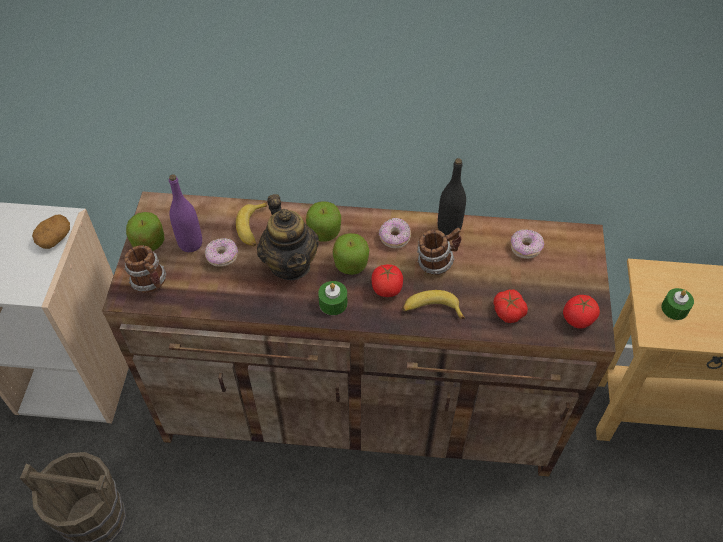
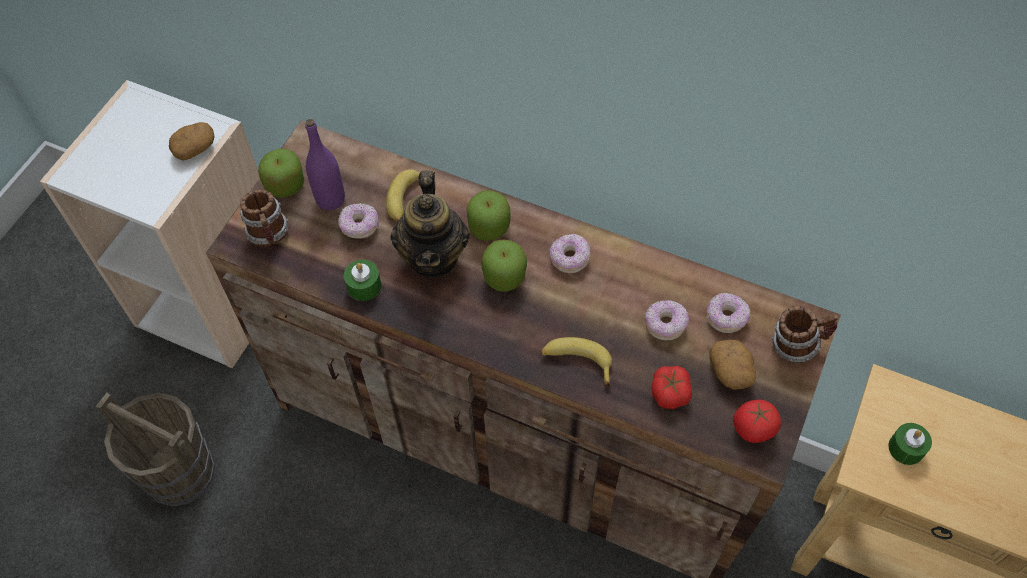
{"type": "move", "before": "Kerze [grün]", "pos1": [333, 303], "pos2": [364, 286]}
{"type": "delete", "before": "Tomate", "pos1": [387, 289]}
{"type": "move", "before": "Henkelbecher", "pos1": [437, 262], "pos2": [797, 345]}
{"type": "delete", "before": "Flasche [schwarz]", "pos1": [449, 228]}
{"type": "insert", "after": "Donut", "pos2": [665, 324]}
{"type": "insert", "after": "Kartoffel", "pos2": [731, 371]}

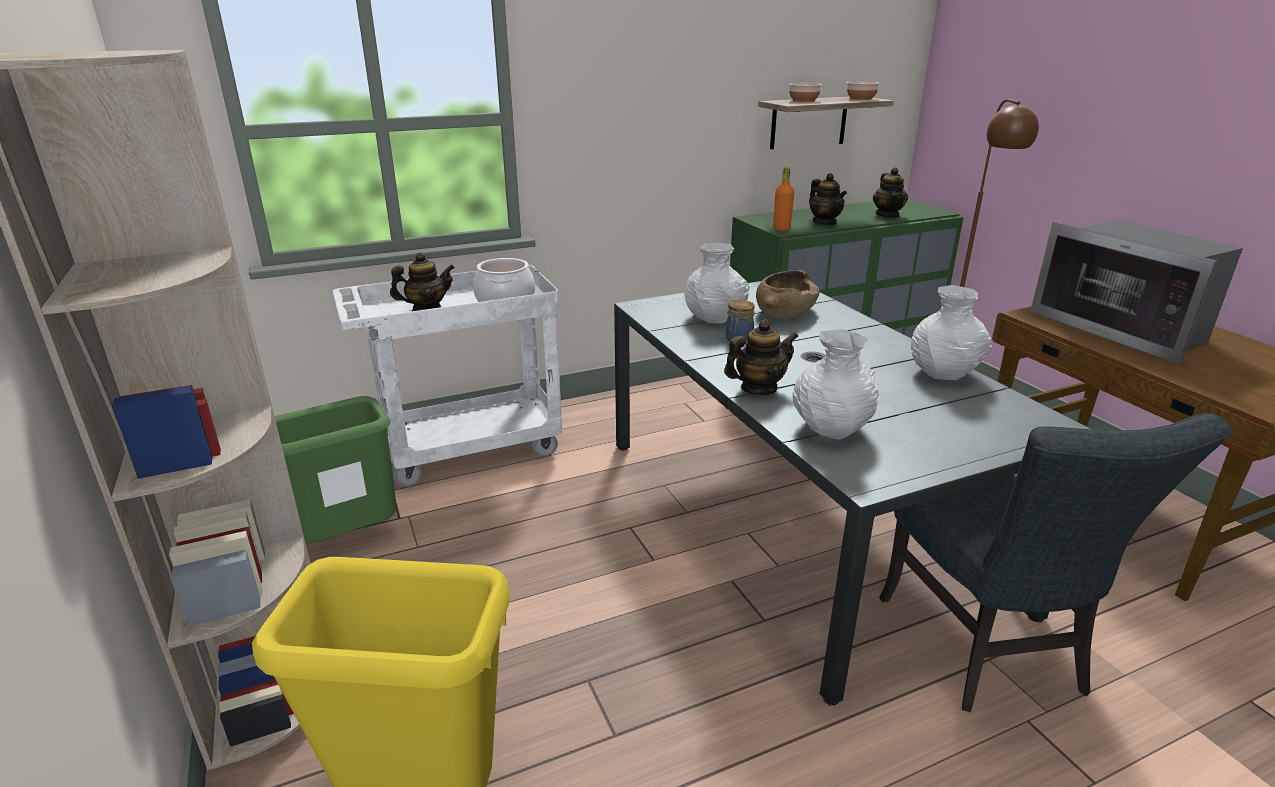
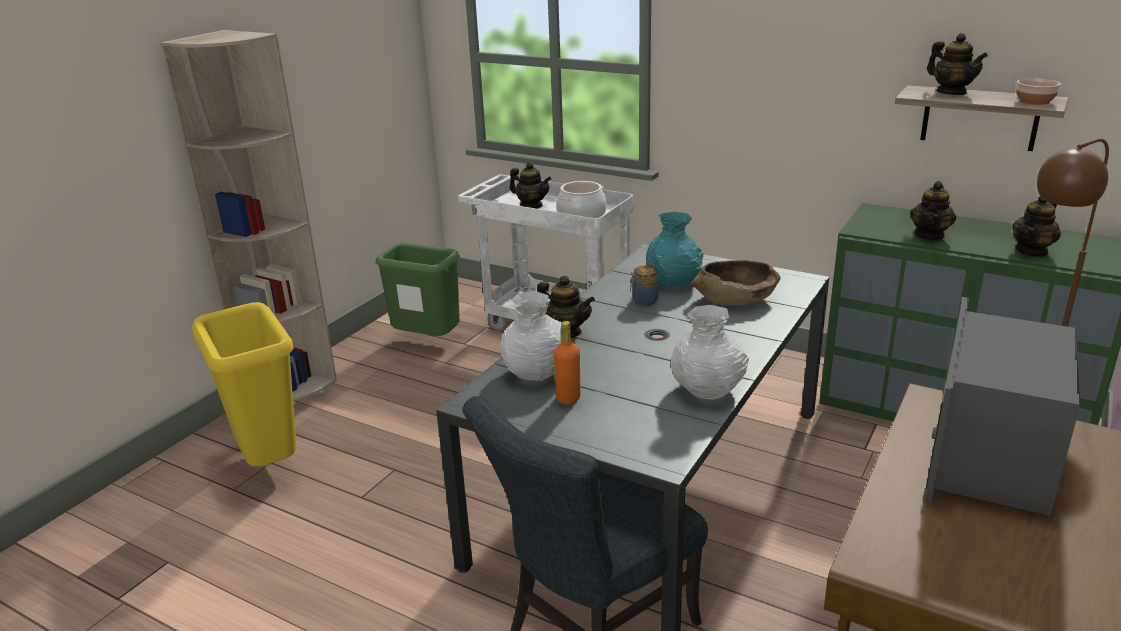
{"type": "recolor", "before": "Vase [weiß]", "after": "Vase [türkis]", "pos1": [716, 318], "pos2": [674, 281]}
{"type": "move", "before": "Flasche [orange]", "pos1": [781, 229], "pos2": [568, 398]}
{"type": "replace", "before": "Schüssel", "after": "Teekanne", "pos1": [803, 100], "pos2": [951, 93]}

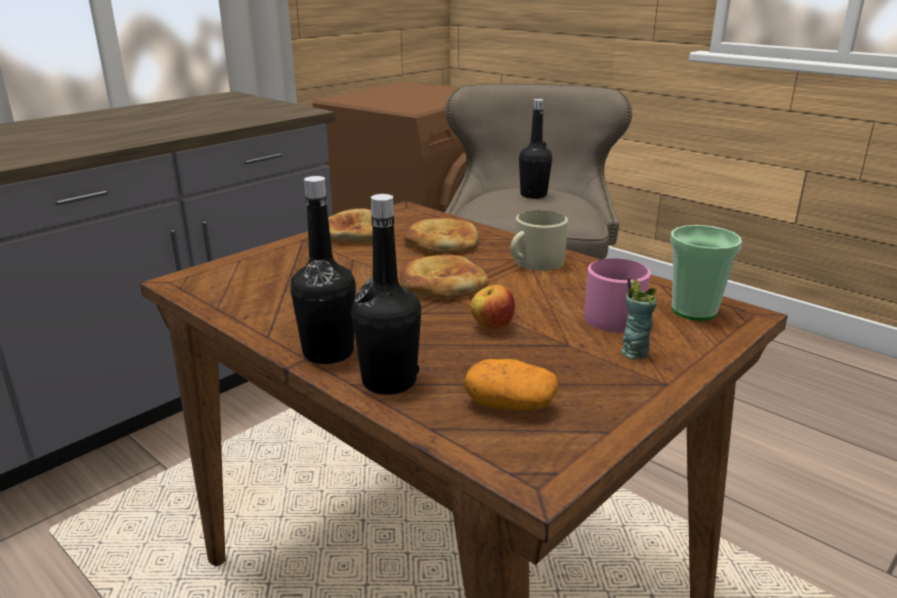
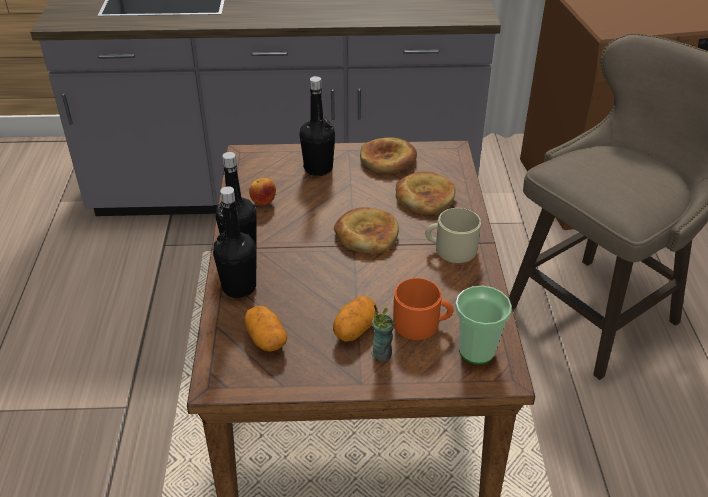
{"type": "move", "before": "Apfel", "pos1": [492, 327], "pos2": [263, 202]}
{"type": "move", "before": "Flasche [schwarz]", "pos1": [533, 195], "pos2": [318, 169]}
{"type": "recolor", "before": "Henkelbecher [rosa]", "after": "Henkelbecher [orange]", "pos1": [618, 316], "pos2": [422, 323]}
{"type": "insert", "after": "Kartoffel", "pos2": [354, 329]}

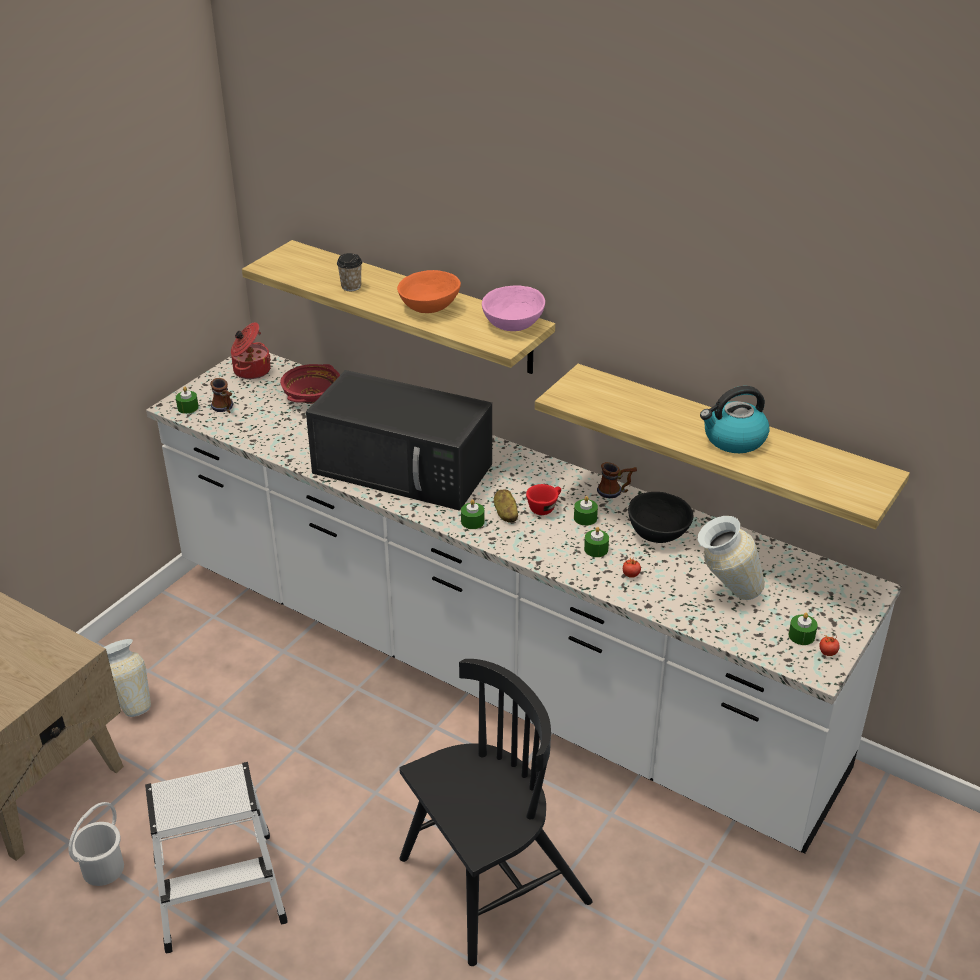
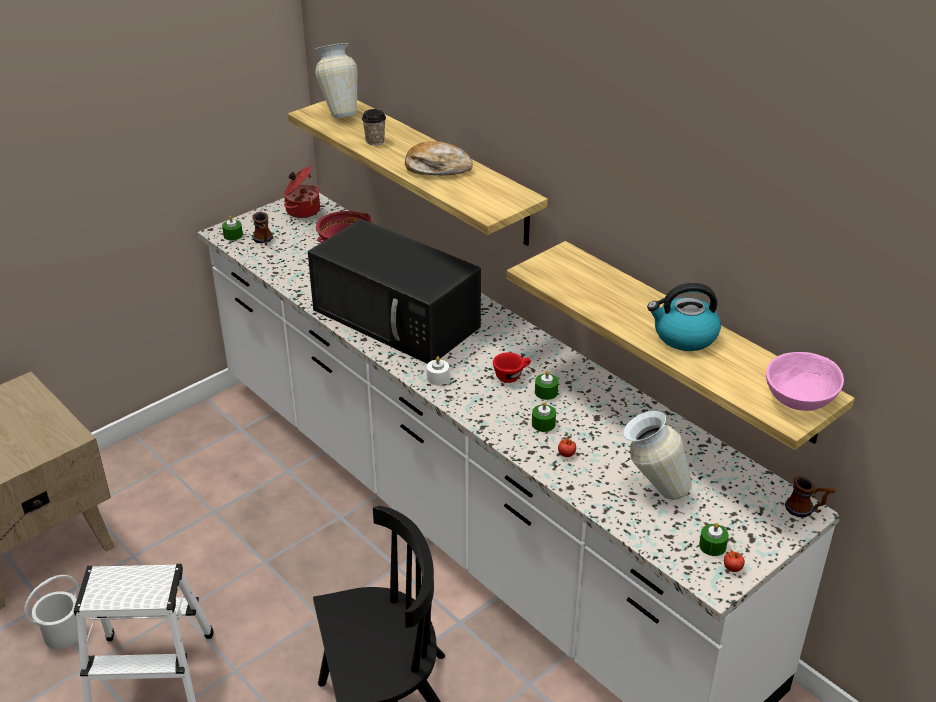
{"type": "move", "before": "Vase", "pos1": [131, 702], "pos2": [340, 112]}
{"type": "replace", "before": "Schüssel [orange]", "after": "Brot", "pos1": [430, 307], "pos2": [437, 168]}
{"type": "recolor", "before": "Kerze [grün]", "after": "Kerze [weiß]", "pos1": [472, 522], "pos2": [438, 378]}
{"type": "move", "before": "Schüssel [rosa]", "pos1": [513, 324], "pos2": [799, 398]}
{"type": "delete", "before": "Kartoffel", "pos1": [505, 514]}
{"type": "move", "before": "Henkelbecher", "pos1": [616, 492], "pos2": [806, 510]}
{"type": "delete", "before": "Schüssel [schwarz]", "pos1": [657, 532]}

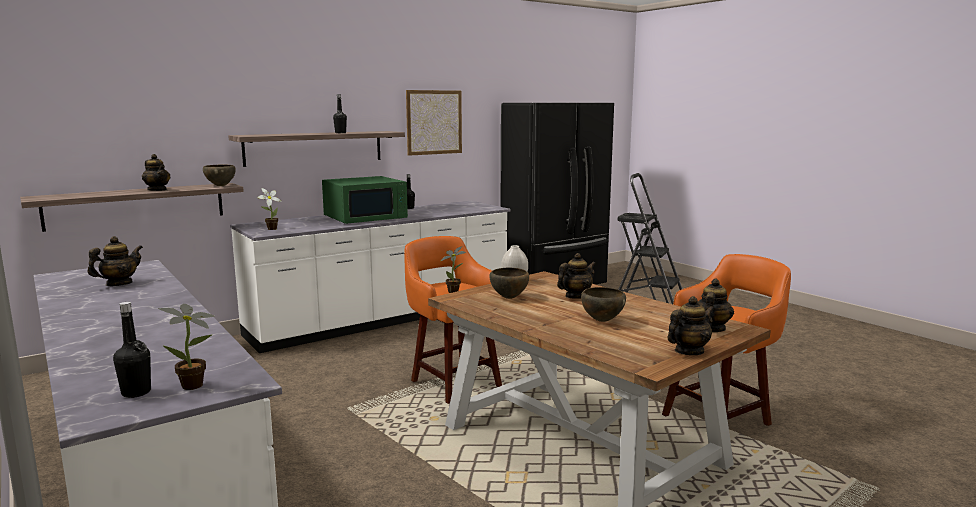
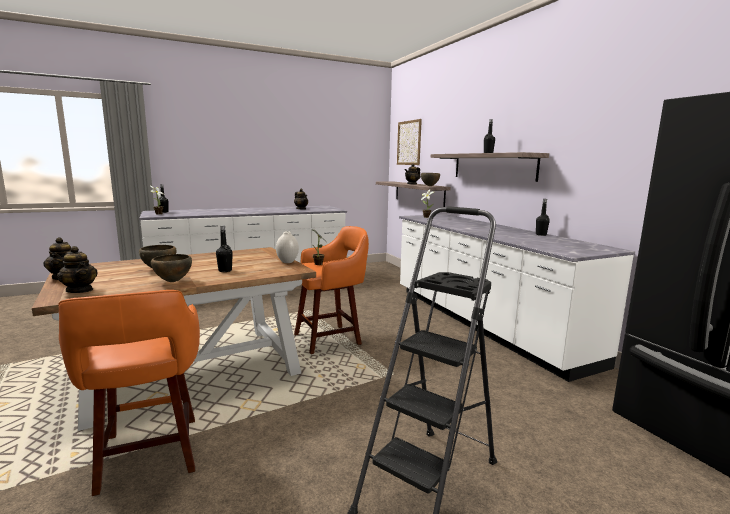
{"type": "delete", "before": "Mikrowelle [grün]", "pos1": [366, 217]}
{"type": "move", "before": "Bild", "pos1": [434, 121], "pos2": [409, 142]}
{"type": "move", "before": "Schüssel [braun]", "pos1": [509, 298], "pos2": [173, 281]}
{"type": "replace", "before": "Teekanne", "after": "Flasche [schwarz]", "pos1": [576, 296], "pos2": [225, 270]}

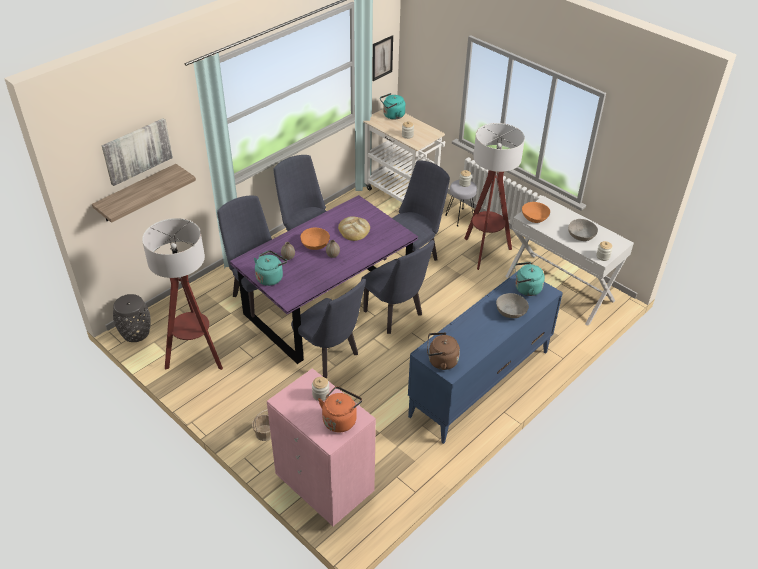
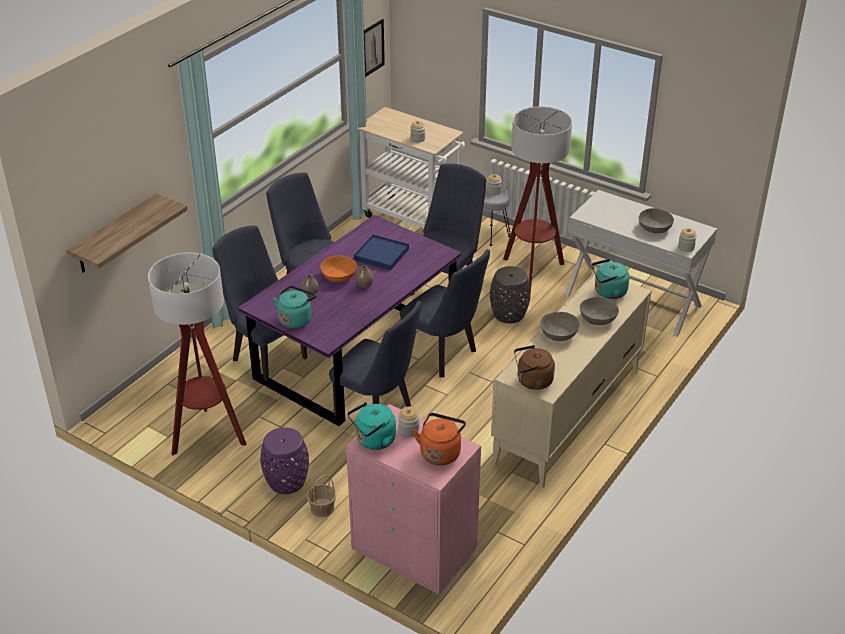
{"type": "delete", "before": "Bild", "pos1": [137, 151]}
{"type": "move", "before": "Hocker [grau]", "pos1": [136, 333], "pos2": [508, 314]}
{"type": "replace", "before": "Brot", "after": "Tablett [blau]", "pos1": [354, 230], "pos2": [381, 254]}
{"type": "move", "before": "Wasserkessel [türkis]", "pos1": [392, 116], "pos2": [373, 441]}
{"type": "recolor", "before": "Kommode [blau]", "after": "Kommode [beige]", "pos1": [480, 384], "pos2": [568, 417]}
{"type": "delete", "before": "Schüssel [orange]", "pos1": [534, 217]}
{"type": "insert", "after": "Hocker [lila]", "pos2": [286, 481]}
{"type": "insert", "after": "Schüssel [grau]", "pos2": [558, 334]}

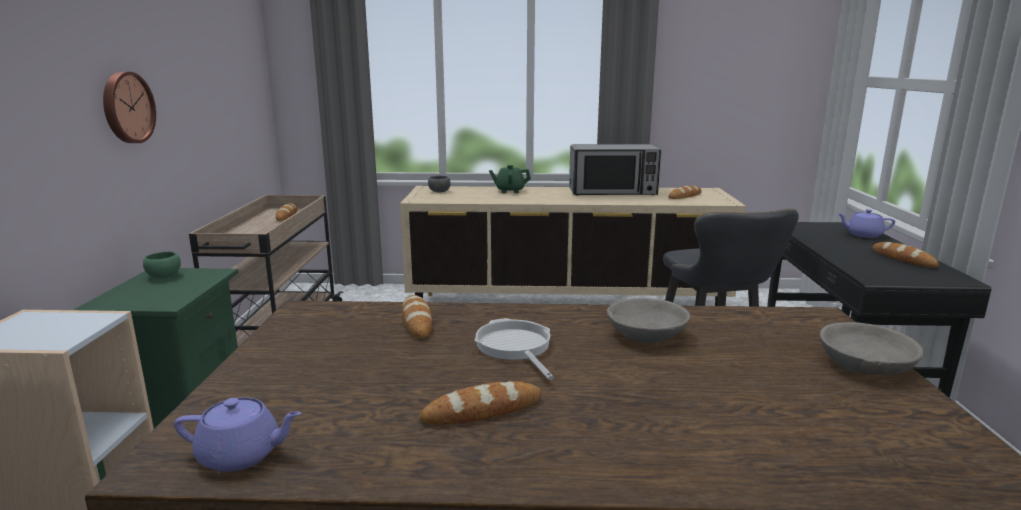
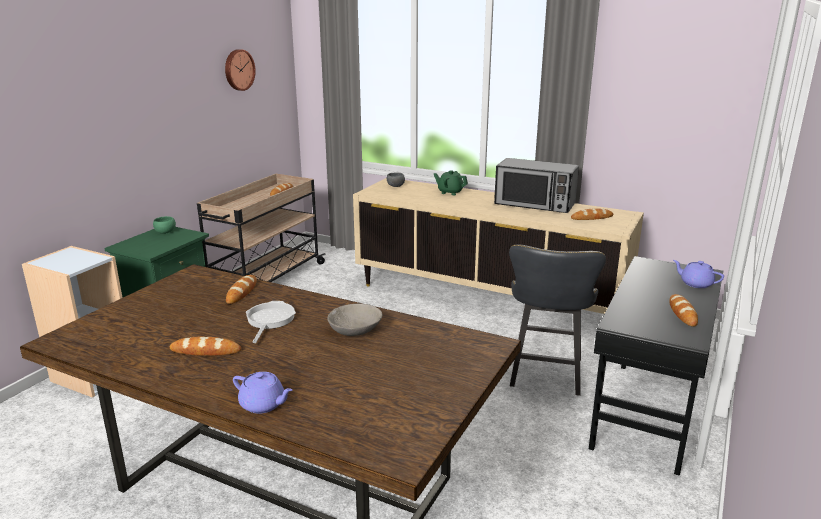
{"type": "move", "before": "Wanduhr", "pos1": [126, 107], "pos2": [238, 70]}
{"type": "move", "before": "Teekanne [lila]", "pos1": [241, 455], "pos2": [263, 405]}
{"type": "delete", "before": "Schüssel [grau]", "pos1": [865, 365]}

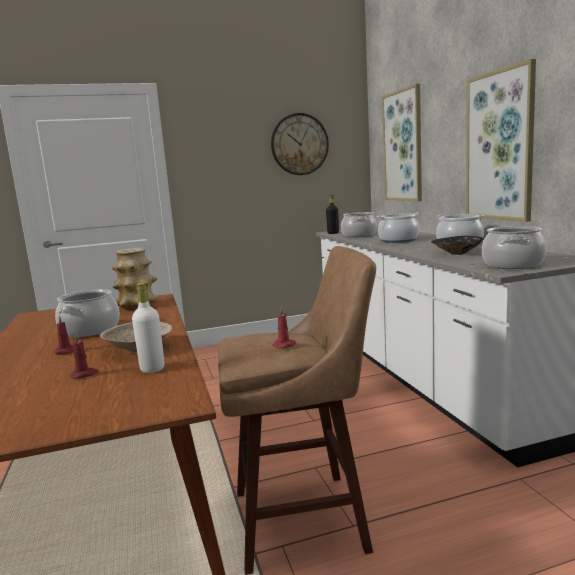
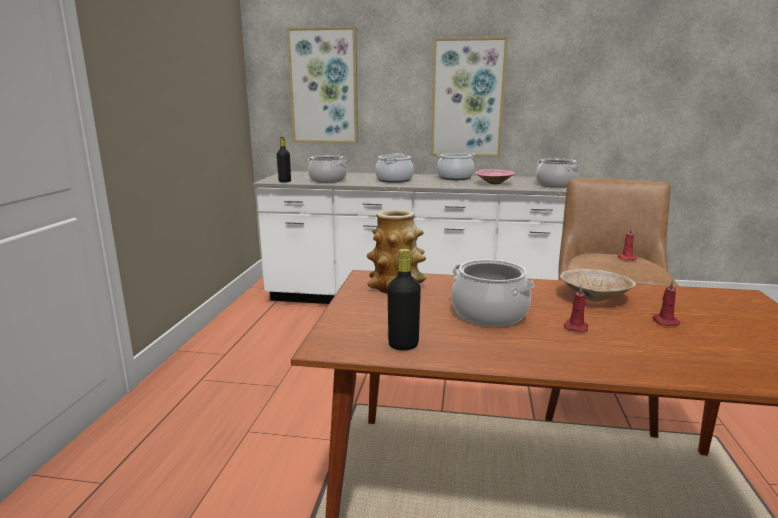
{"type": "delete", "before": "Flasche [weiß]", "pos1": [152, 369]}
{"type": "delete", "before": "Wanduhr", "pos1": [299, 144]}
{"type": "recolor", "before": "Schüssel [schwarz]", "after": "Schüssel [rosa]", "pos1": [456, 253], "pos2": [493, 183]}
{"type": "insert", "after": "Flasche [schwarz]", "pos2": [403, 345]}

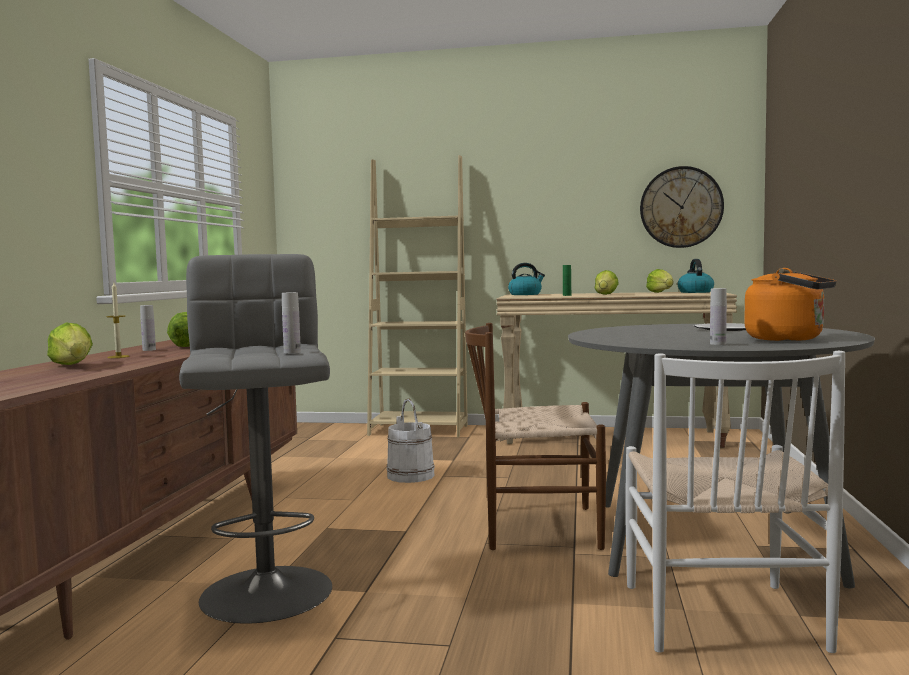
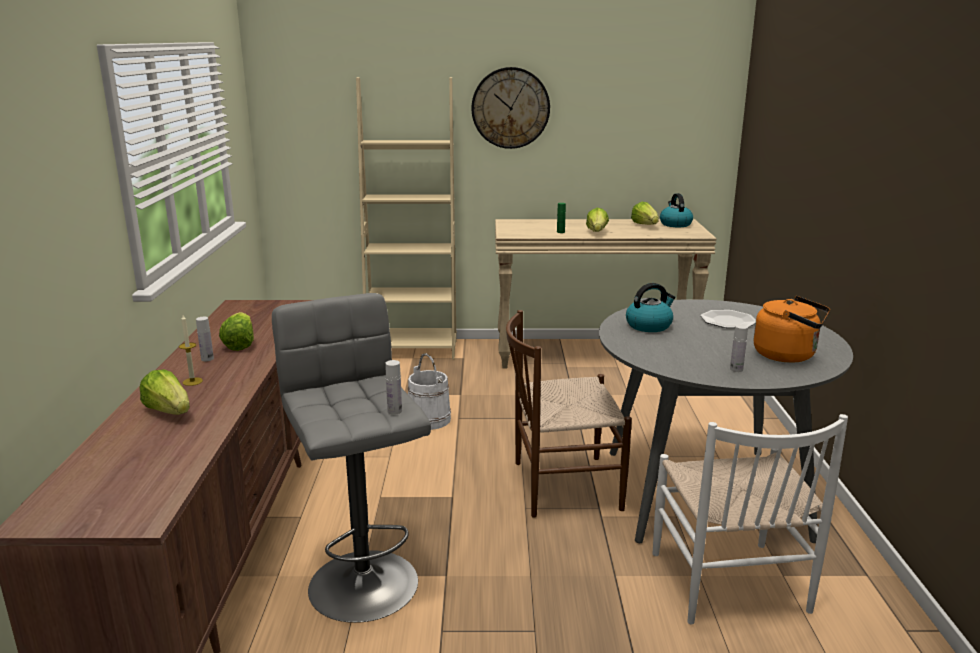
{"type": "move", "before": "Wasserkessel", "pos1": [525, 294], "pos2": [649, 325]}
{"type": "move", "before": "Wanduhr", "pos1": [681, 207], "pos2": [510, 108]}

